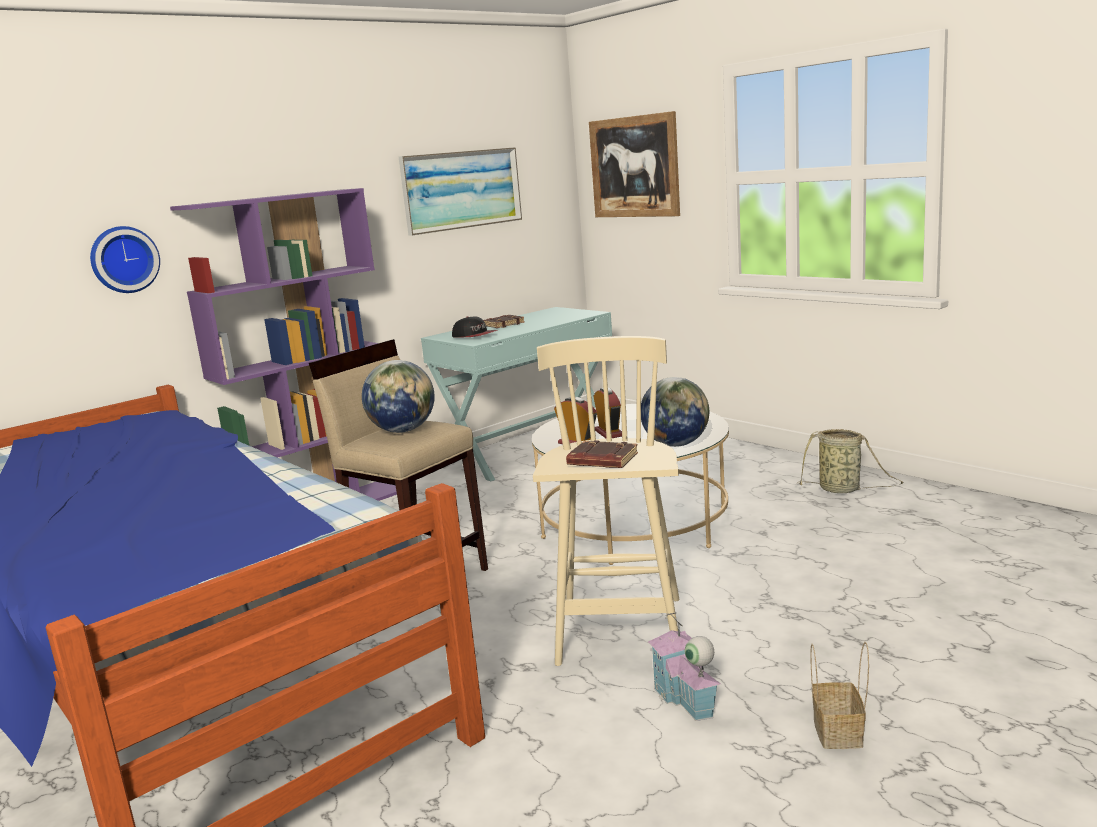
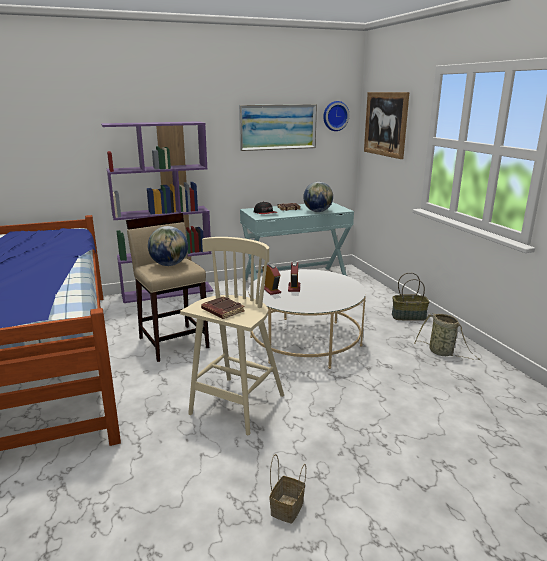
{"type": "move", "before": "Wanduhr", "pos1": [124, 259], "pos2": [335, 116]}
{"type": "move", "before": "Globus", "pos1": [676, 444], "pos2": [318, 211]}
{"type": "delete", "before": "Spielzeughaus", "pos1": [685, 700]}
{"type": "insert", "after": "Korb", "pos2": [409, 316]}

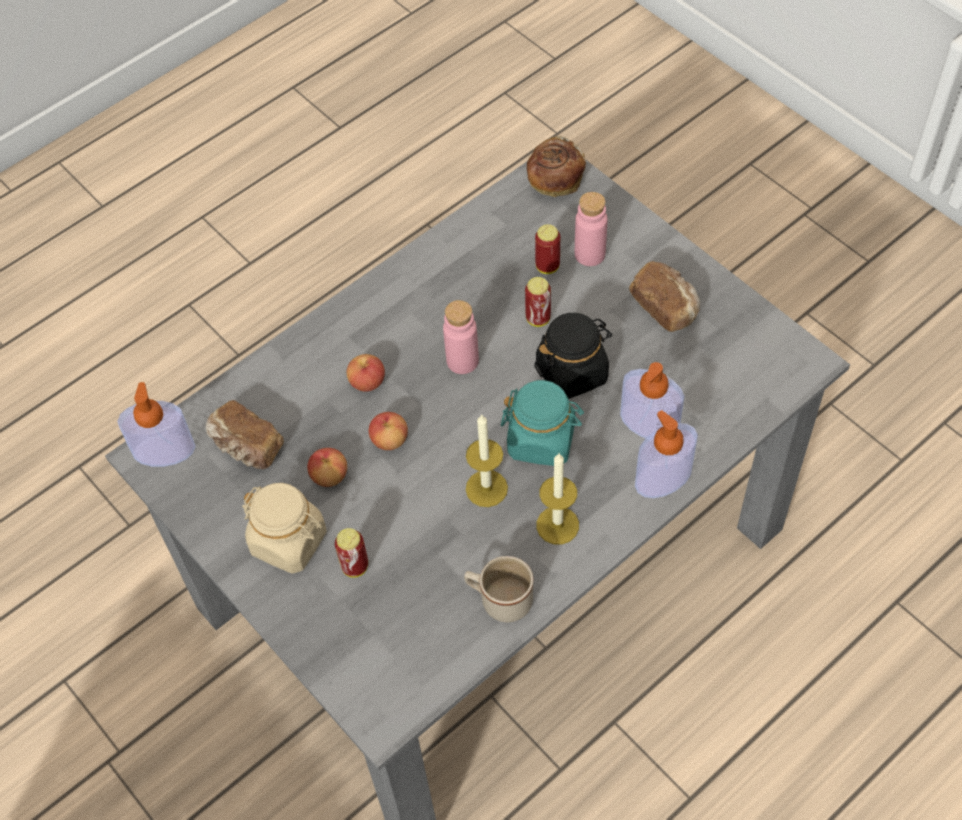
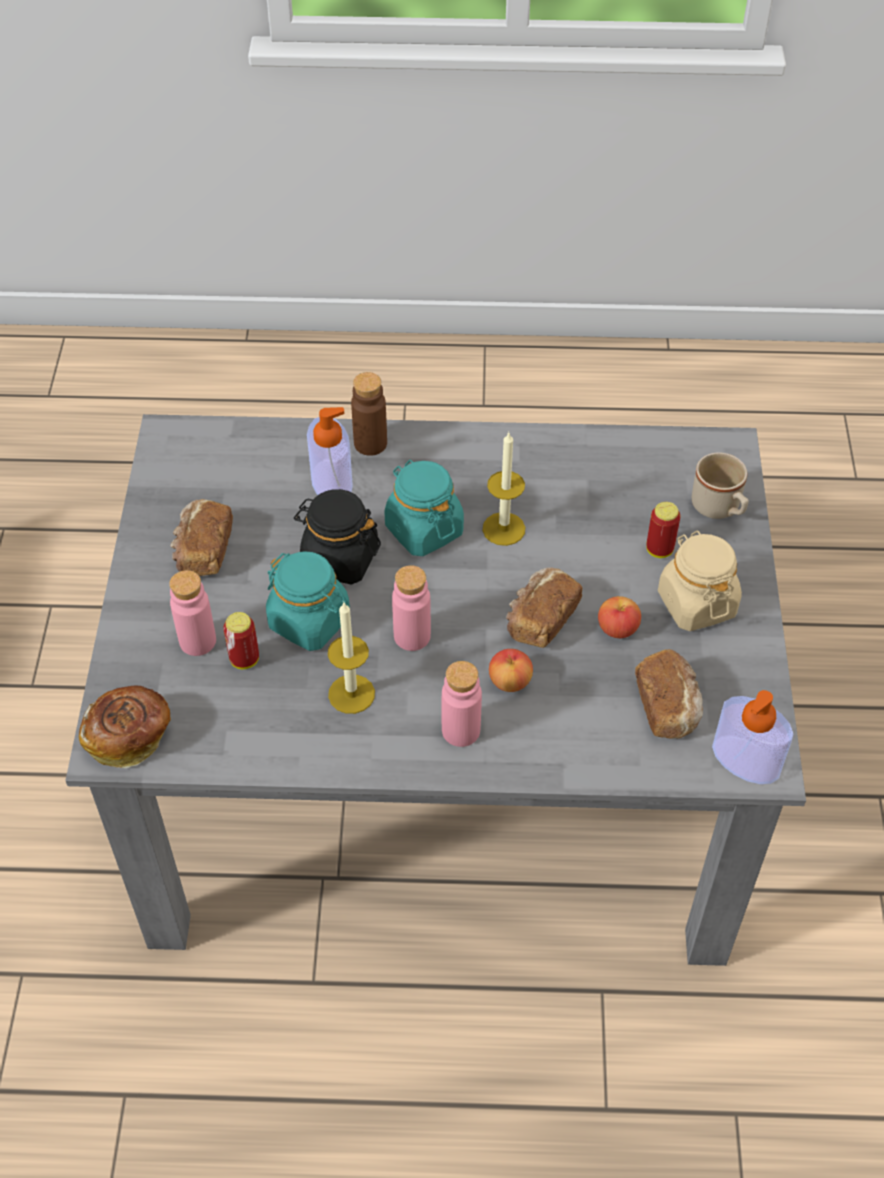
{"type": "replace", "before": "Apfel", "after": "Brot", "pos1": [389, 440], "pos2": [540, 619]}
{"type": "move", "before": "Henkelbecher [beige]", "pos1": [499, 599], "pos2": [719, 509]}
{"type": "replace", "before": "Dose", "after": "Vorratsglas [türkis]", "pos1": [538, 318], "pos2": [310, 621]}
{"type": "move", "before": "Kerze", "pos1": [557, 525], "pos2": [351, 694]}
{"type": "replace", "before": "Seifenspender", "after": "Flasche [braun]", "pos1": [663, 477], "pos2": [370, 443]}
{"type": "insert", "after": "Flasche [rosa]", "pos2": [461, 730]}

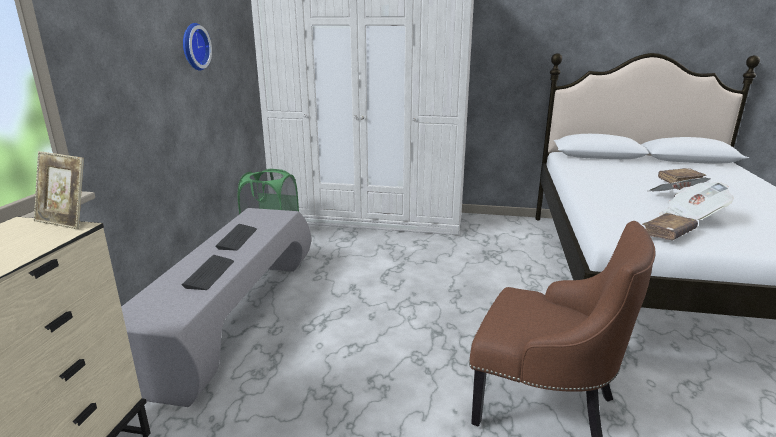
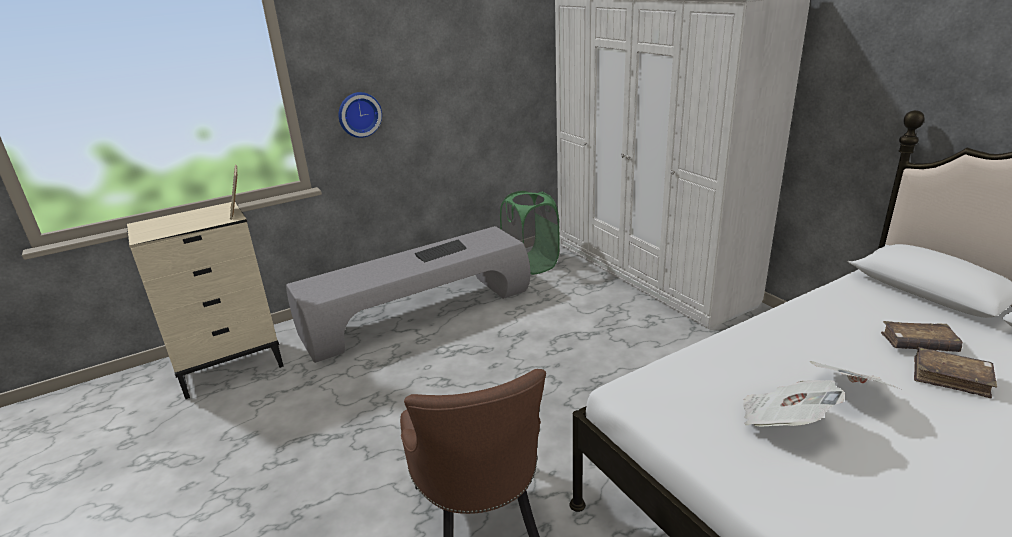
{"type": "delete", "before": "Tastatur", "pos1": [209, 274]}
{"type": "move", "before": "Wanduhr", "pos1": [193, 47], "pos2": [359, 114]}
{"type": "move", "before": "Buch [braun]", "pos1": [668, 233], "pos2": [918, 344]}

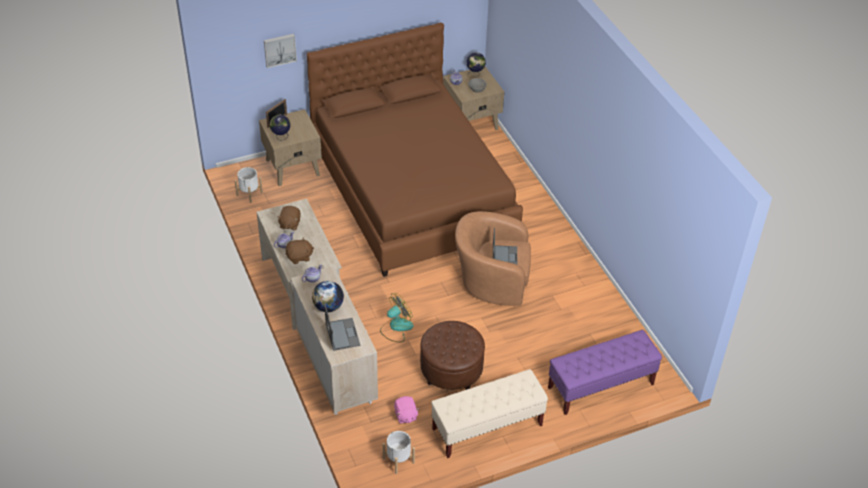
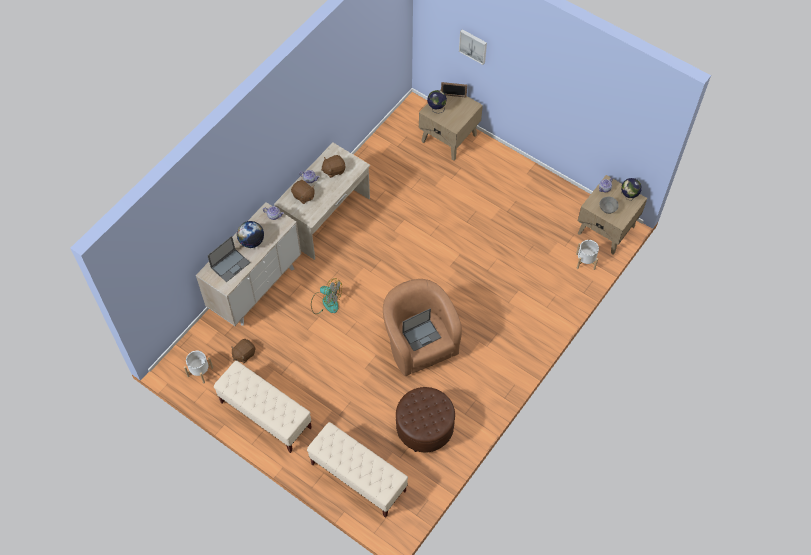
{"type": "move", "before": "Pflanzkübel [weiß]", "pos1": [249, 194], "pos2": [585, 261]}
{"type": "delete", "before": "Bett [braun]", "pos1": [412, 190]}
{"type": "recolor", "before": "Plüschtier [rosa]", "after": "Plüschtier [braun]", "pos1": [405, 415], "pos2": [244, 354]}
{"type": "move", "before": "Polsterhocker [braun]", "pos1": [451, 371], "pos2": [424, 428]}
{"type": "recolor", "before": "Bank [lila]", "after": "Bank [beige]", "pos1": [600, 386], "pos2": [358, 477]}

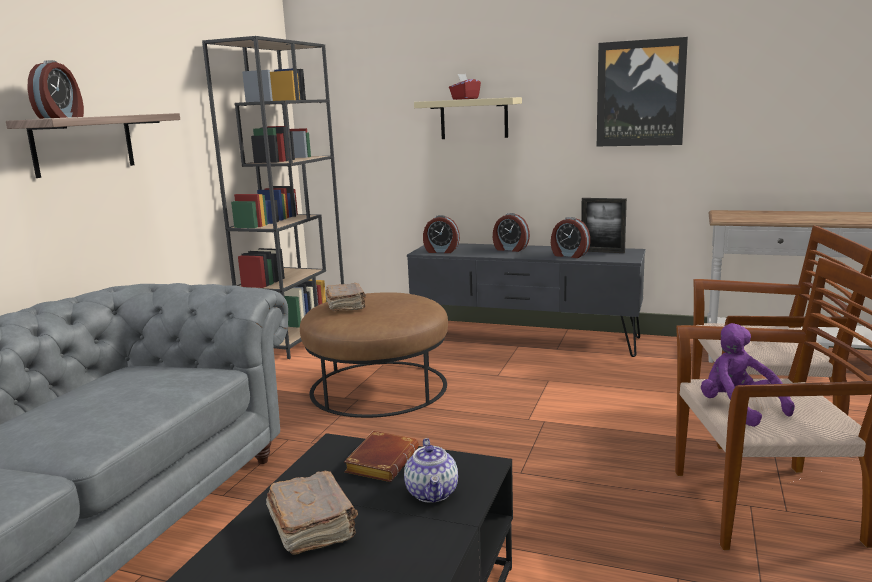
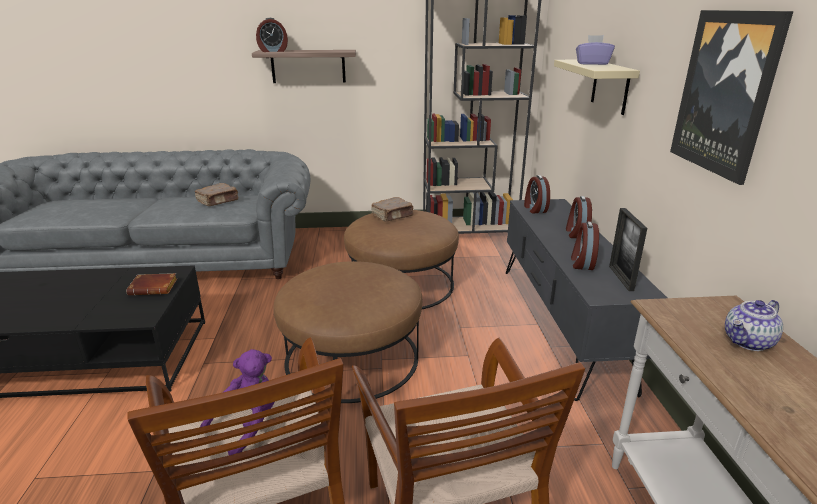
{"type": "move", "before": "Buch [braun]", "pos1": [312, 526], "pos2": [218, 201]}
{"type": "move", "before": "Teekanne", "pos1": [433, 493], "pos2": [748, 342]}
{"type": "recolor", "before": "Taschentuchbox [rot]", "after": "Taschentuchbox [lila]", "pos1": [465, 99], "pos2": [592, 63]}
{"type": "insert", "after": "Polsterhocker [braun]", "pos2": [352, 357]}

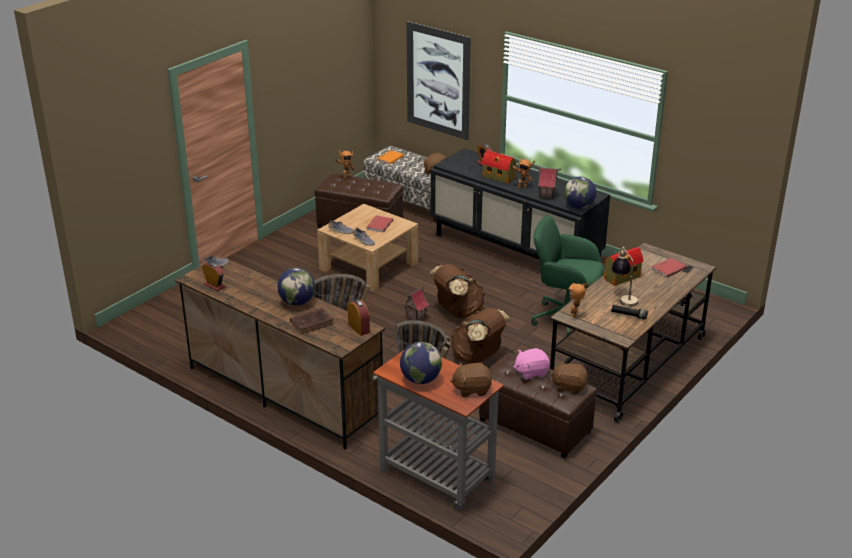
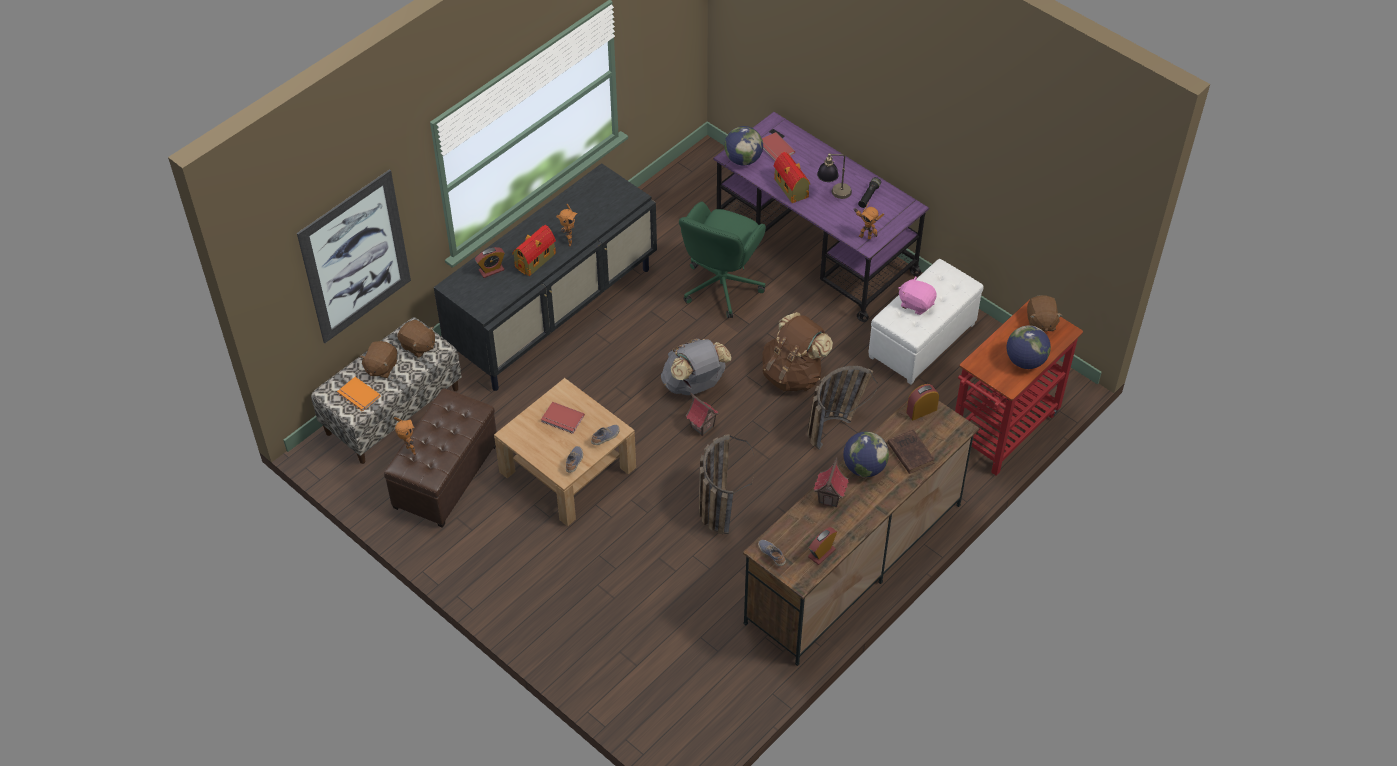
{"type": "recolor", "before": "Rollwagen [grau]", "after": "Rollwagen [rot]", "pos1": [434, 476], "pos2": [1003, 430]}
{"type": "recolor", "before": "Rucksack [braun]", "after": "Rucksack [grau]", "pos1": [457, 312], "pos2": [694, 385]}
{"type": "recolor", "before": "Polsterhocker [braun]", "after": "Polsterhocker [weiß]", "pos1": [534, 426], "pos2": [922, 341]}
{"type": "rotate", "before": "Plüschtier [rosa]", "pos1": [531, 372], "pos2": [916, 304], "turn": 135}
{"type": "move", "before": "Spielzeughaus", "pos1": [546, 196], "pos2": [830, 498]}
{"type": "recolor", "before": "Schreibtisch [braun]", "after": "Schreibtisch [lila]", "pos1": [628, 364], "pos2": [815, 248]}
{"type": "move", "before": "Plüschtier [braun]", "pos1": [569, 387], "pos2": [381, 367]}
{"type": "move", "before": "Globus", "pos1": [579, 206], "pos2": [743, 159]}

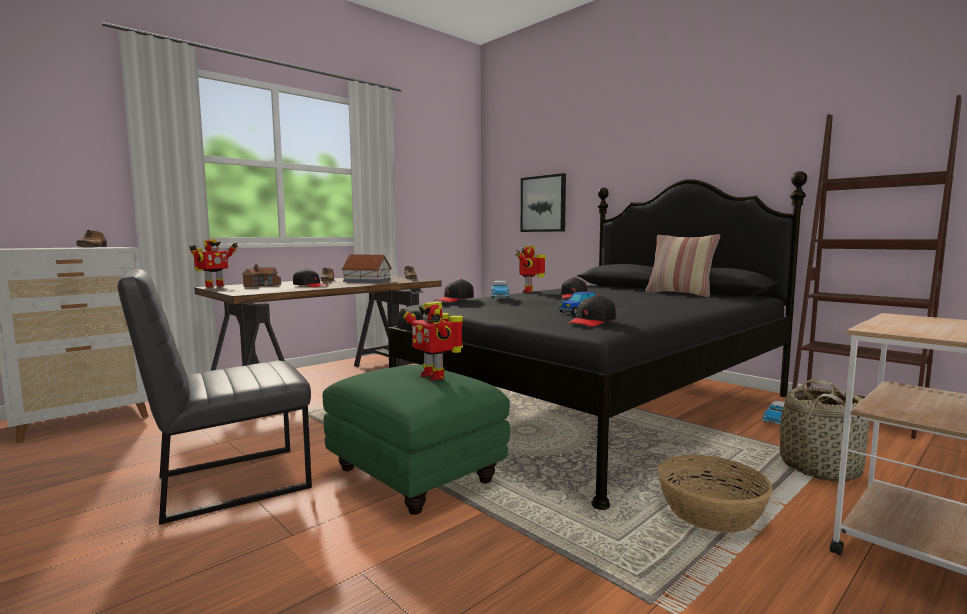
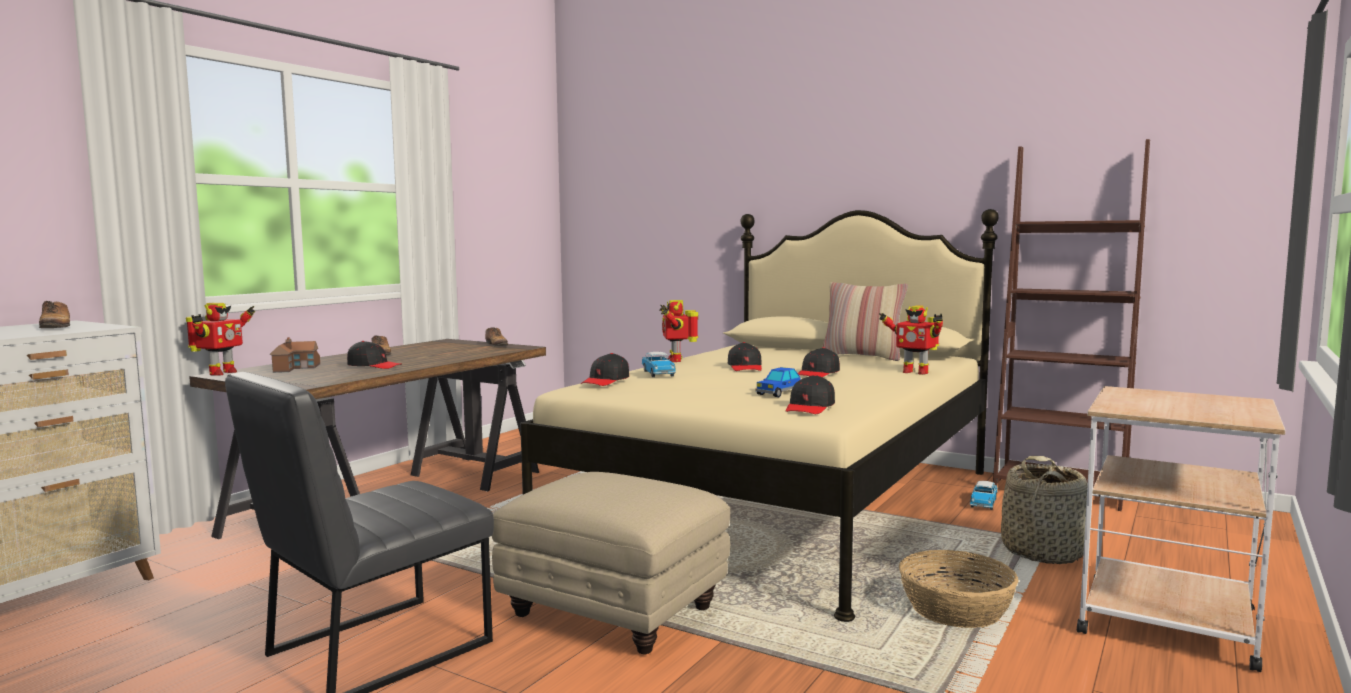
{"type": "recolor", "before": "Polsterhocker [grün]", "after": "Polsterhocker [beige]", "pos1": [416, 477], "pos2": [615, 613]}
{"type": "delete", "before": "Spielzeughaus", "pos1": [367, 281]}
{"type": "recolor", "before": "Bett [schwarz]", "after": "Bett [beige]", "pos1": [600, 406], "pos2": [782, 504]}
{"type": "move", "before": "Spielzeugroboter", "pos1": [434, 376], "pos2": [915, 372]}
{"type": "delete", "before": "Bild", "pos1": [543, 204]}
{"type": "insert", "after": "Kappe [schwarz]", "pos2": [817, 374]}

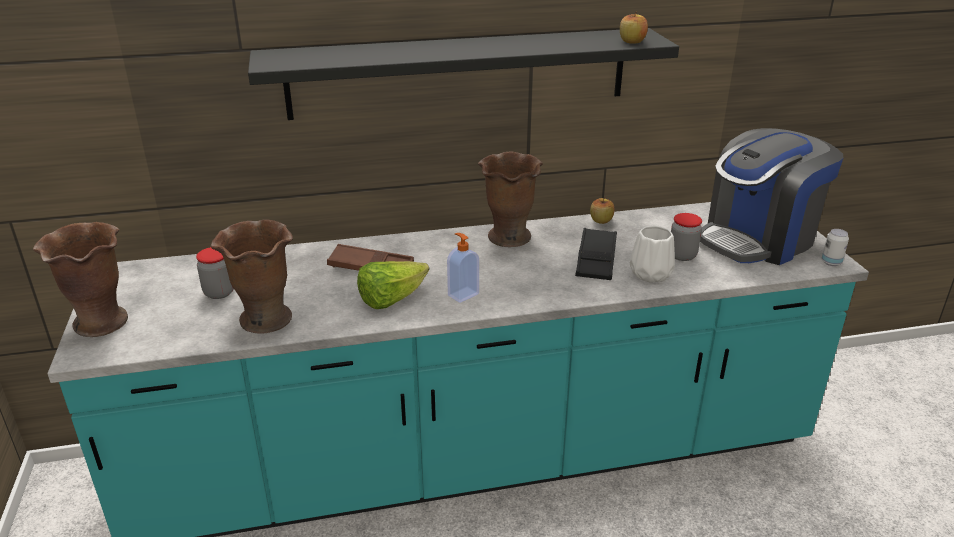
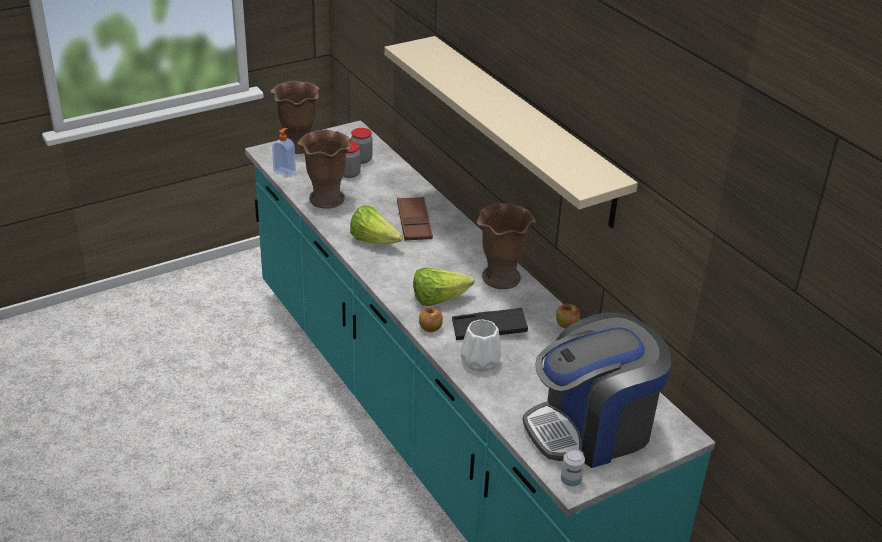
{"type": "recolor", "before": "Wandregal [schwarz]", "after": "Wandregal [beige]", "pos1": [459, 73], "pos2": [523, 128]}
{"type": "move", "before": "Seifenspender", "pos1": [462, 294], "pos2": [285, 171]}
{"type": "move", "before": "Apfel", "pos1": [632, 41], "pos2": [430, 328]}
{"type": "move", "before": "Vorratsglas", "pos1": [682, 255], "pos2": [361, 159]}
{"type": "rotate", "before": "Kaffeemaschine", "pos1": [758, 239], "pos2": [591, 428], "turn": -60}
{"type": "insert", "after": "Salatkopf", "pos2": [438, 299]}

